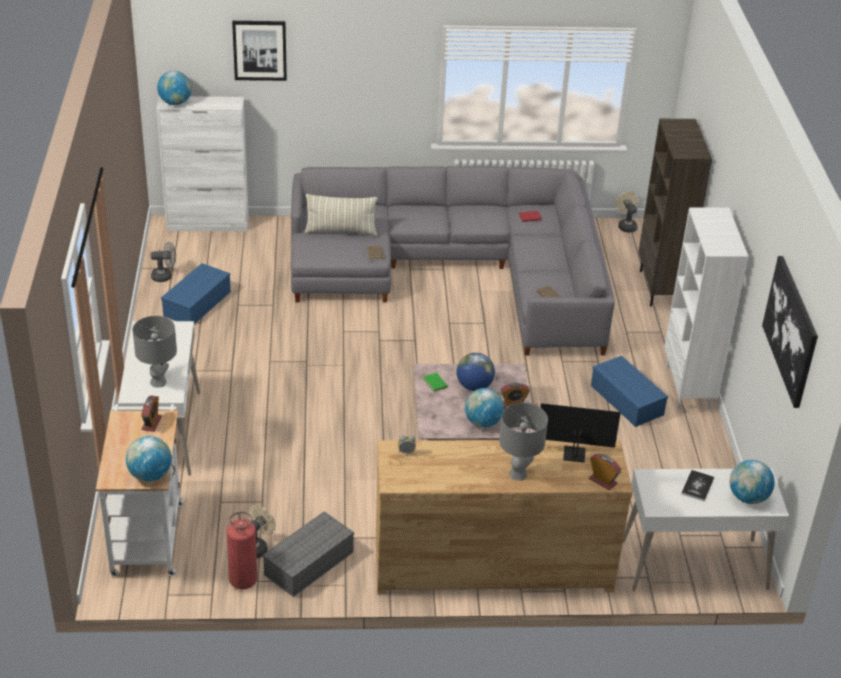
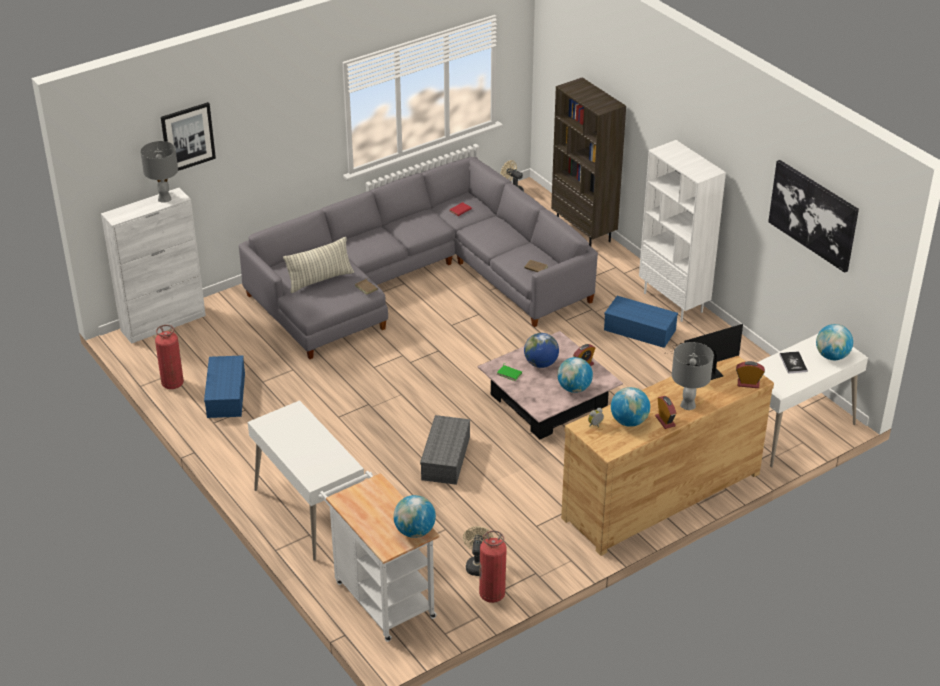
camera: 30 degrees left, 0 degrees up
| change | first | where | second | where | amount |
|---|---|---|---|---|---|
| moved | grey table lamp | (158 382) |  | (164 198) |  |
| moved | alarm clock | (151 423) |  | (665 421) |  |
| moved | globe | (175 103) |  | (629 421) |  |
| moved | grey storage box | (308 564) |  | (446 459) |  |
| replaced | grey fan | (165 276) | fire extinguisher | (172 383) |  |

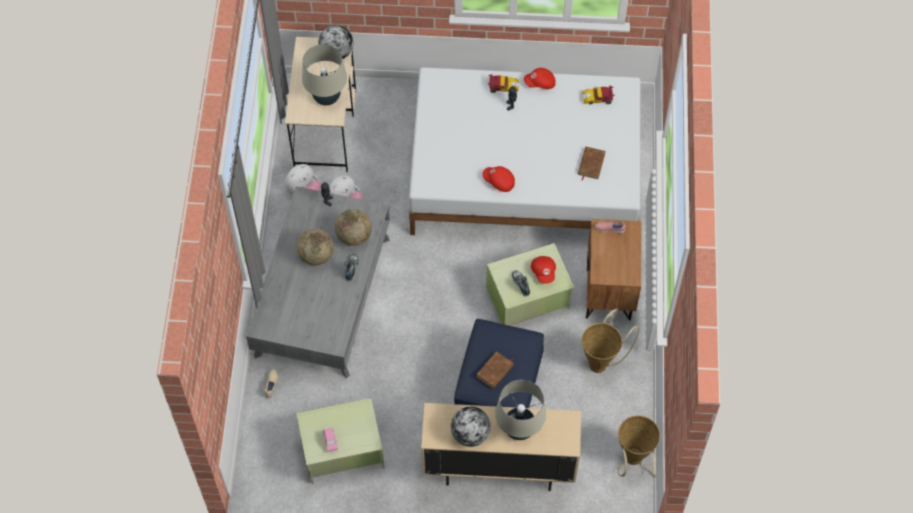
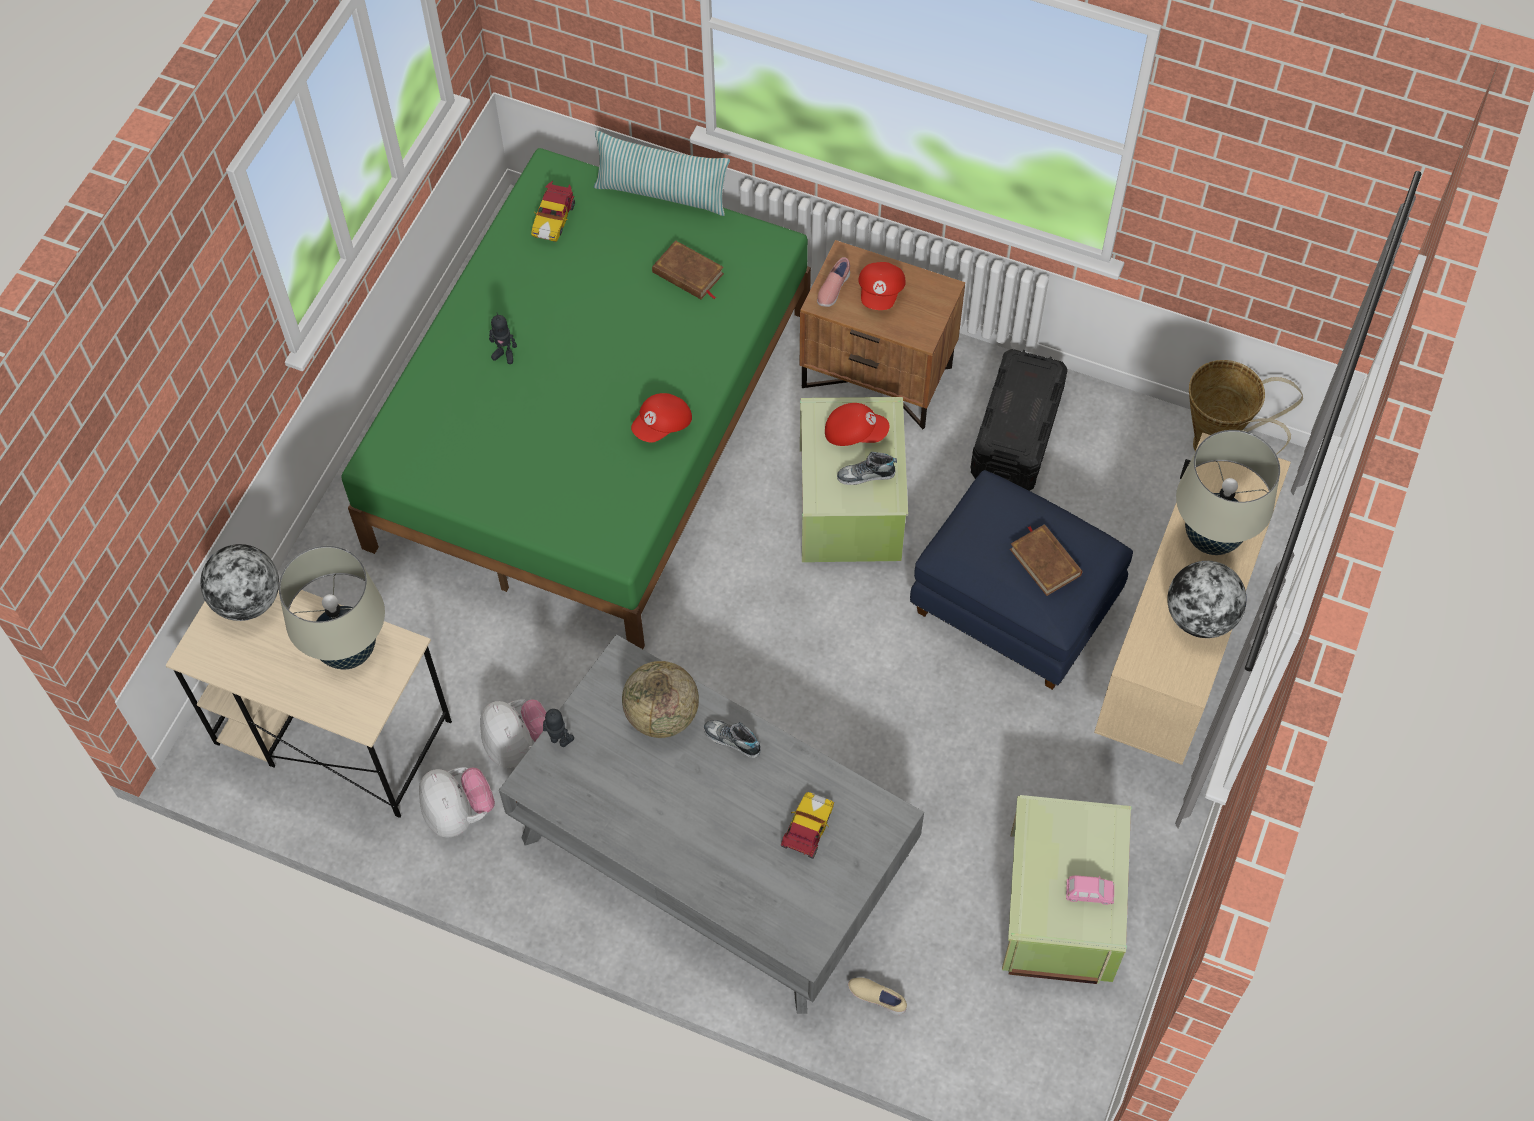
camera: 70 degrees left, 0 degrees up
| change | first | where | second | where | amount |
|---|---|---|---|---|---|
| removed | globe | (316 255) |  |  |  |
| added |  |  | pillow | (662 194) |  |
| moved | toy car | (502 87) |  | (807 831) |  |
| moved | red cap | (540 83) |  | (881 293) |  |
| replaced | basket | (601 362) | black storage box | (1016 434) |  |
| recoloured | white bed | (524 174) | green bed | (593 428) |  |

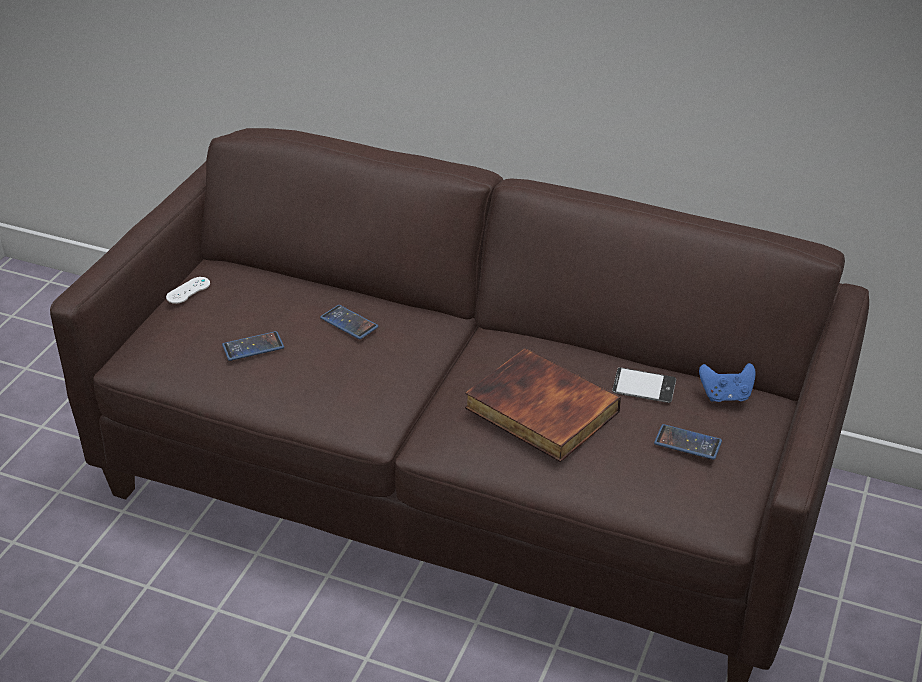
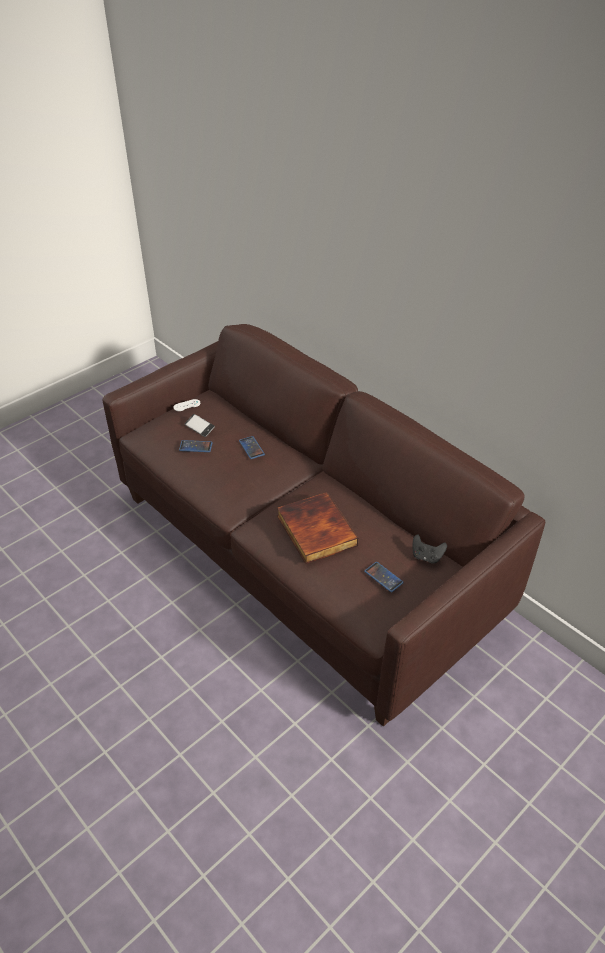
camera: 25 degrees right, 5 degrees up
| change | first | where | second | where | amount |
|---|---|---|---|---|---|
| moved | phone | (643 389) |  | (199 427) |  |
| recoloured | blue game controller | (725 396) | black game controller | (426 556) |  |

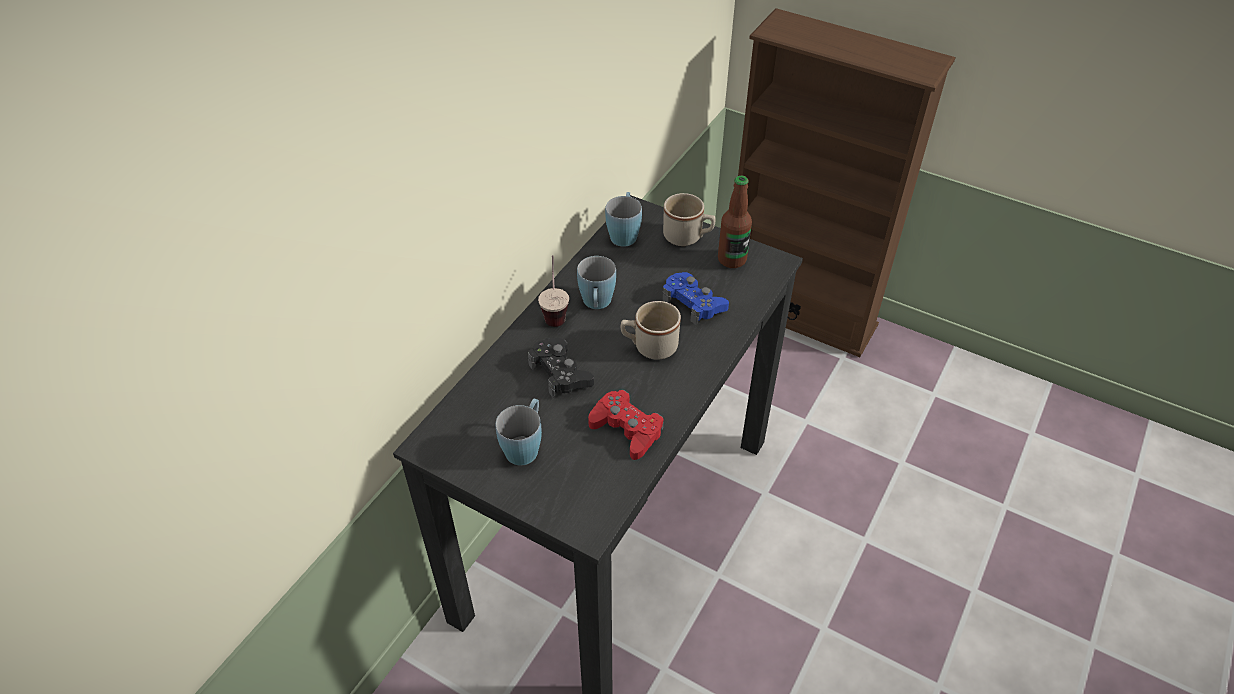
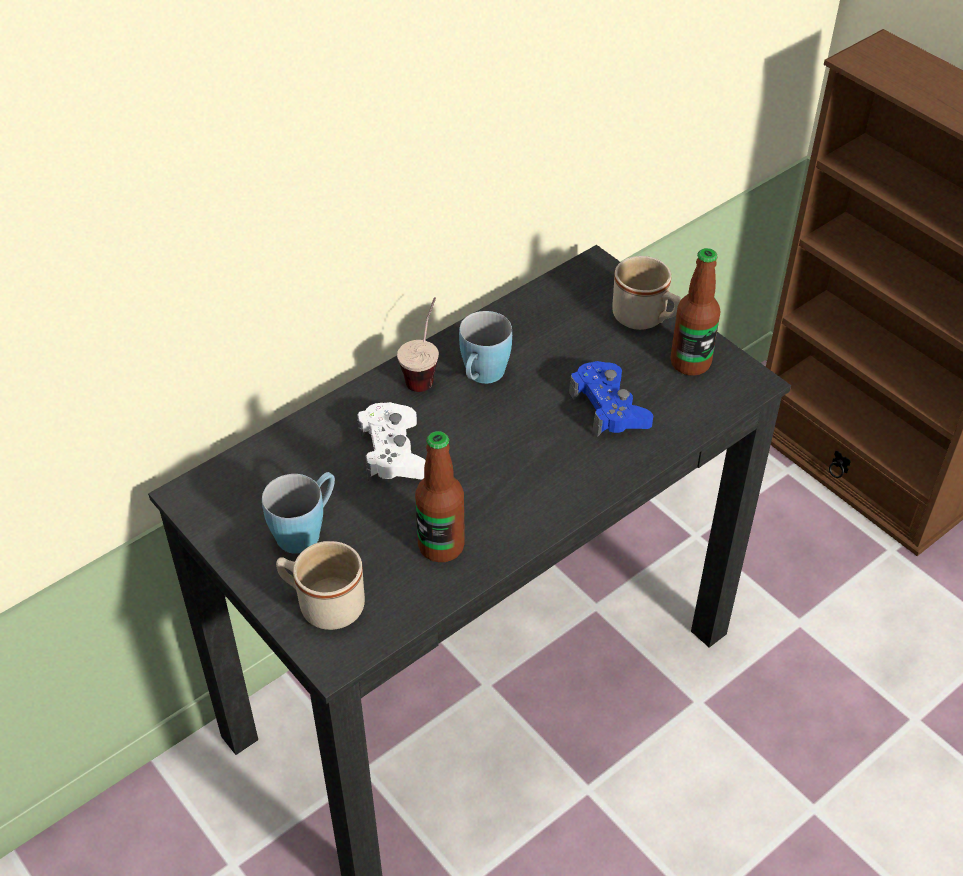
camera: 20 degrees right, 0 degrees up
| change | first | where | second | where | amount |
|---|---|---|---|---|---|
| removed | blue mug | (624 233) |  |  |  |
| moved | beige mug | (649 346) |  | (322 604) |  |
| replaced | red game controller | (627 429) | bottle | (441 546) |  |
| recoloured | black game controller | (560 373) | white game controller | (393 452) |  |

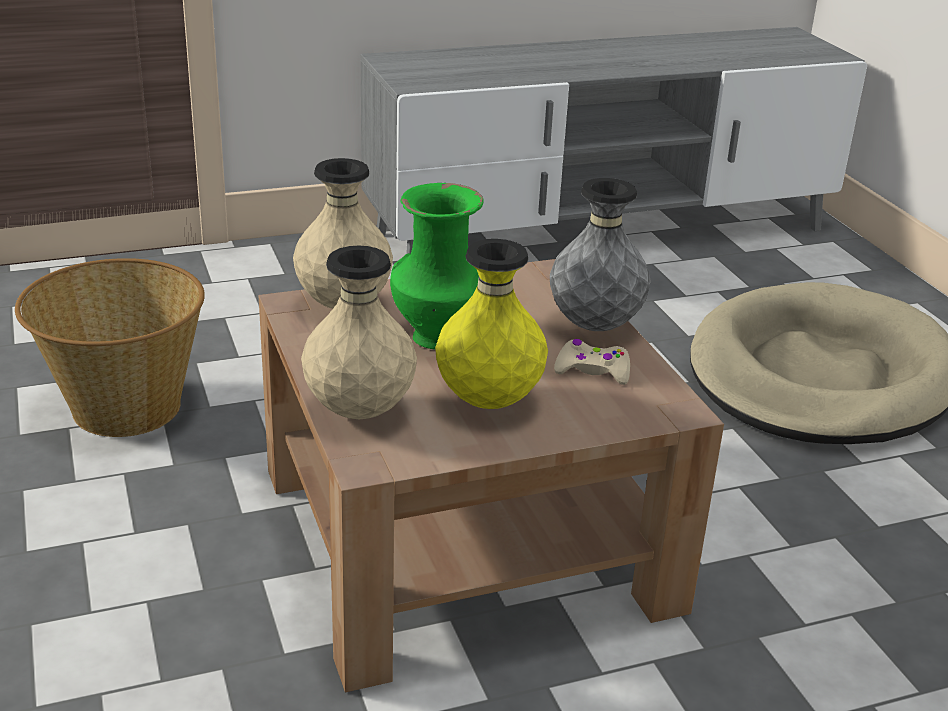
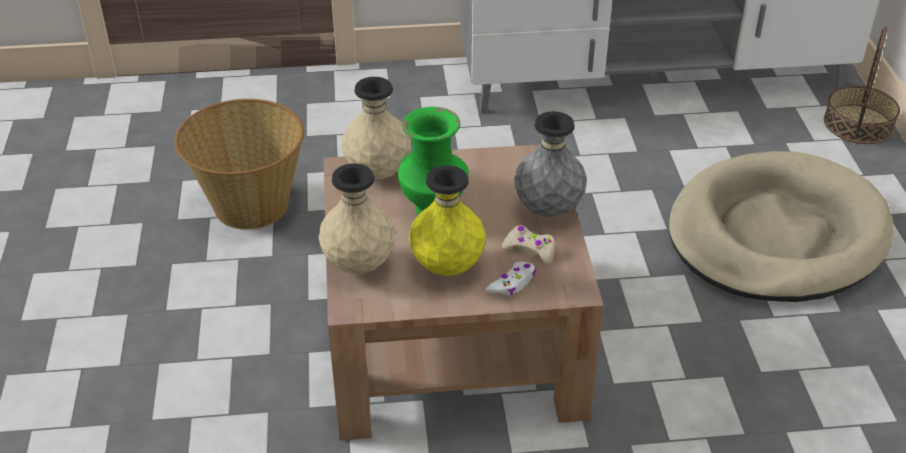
camera: 15 degrees right, 10 degrees up
| change | first | where | second | where | amount |
|---|---|---|---|---|---|
| added |  |  | white game controller | (512 284) |  |
| added |  |  | basket | (858 124) |  |

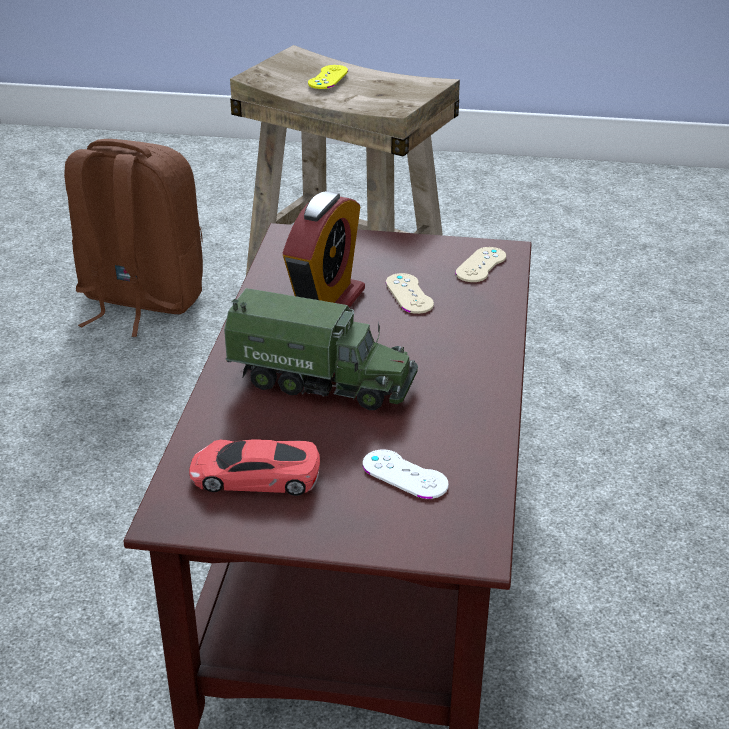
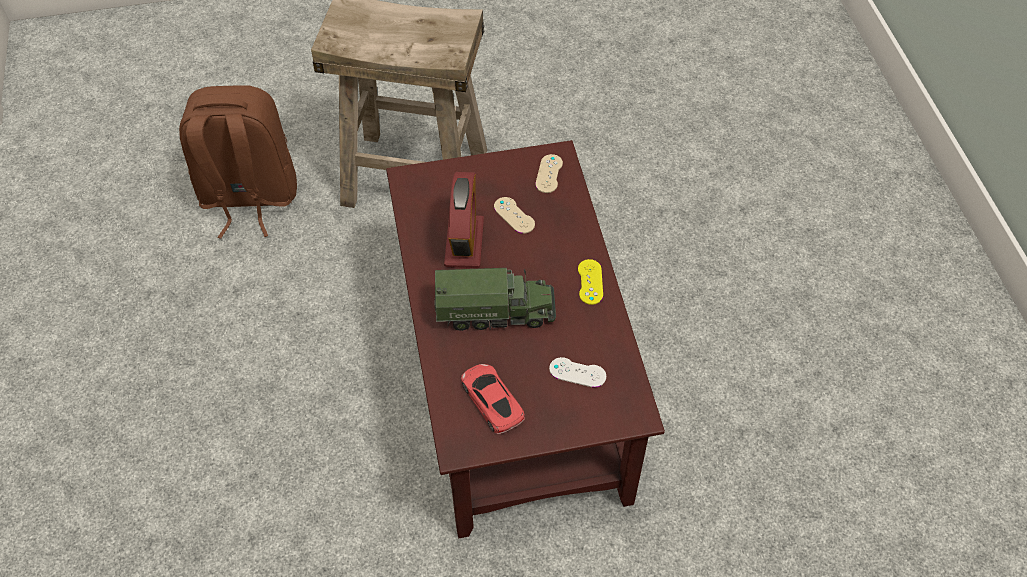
camera: 20 degrees left, 20 degrees up
| change | first | where | second | where | amount |
|---|---|---|---|---|---|
| moved | yellow game controller | (328 77) |  | (590 282) |  |
| turned | red toy car | (255 475) |  | (492 400) | 75 degrees clockwise |

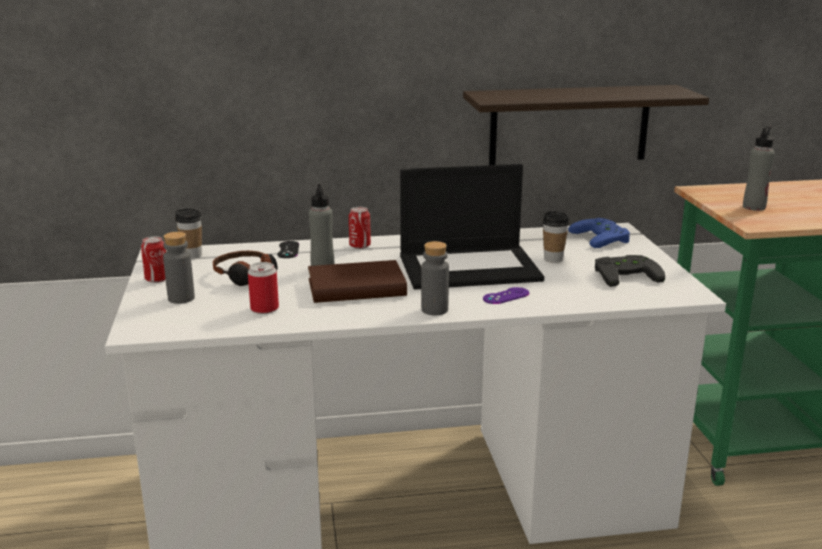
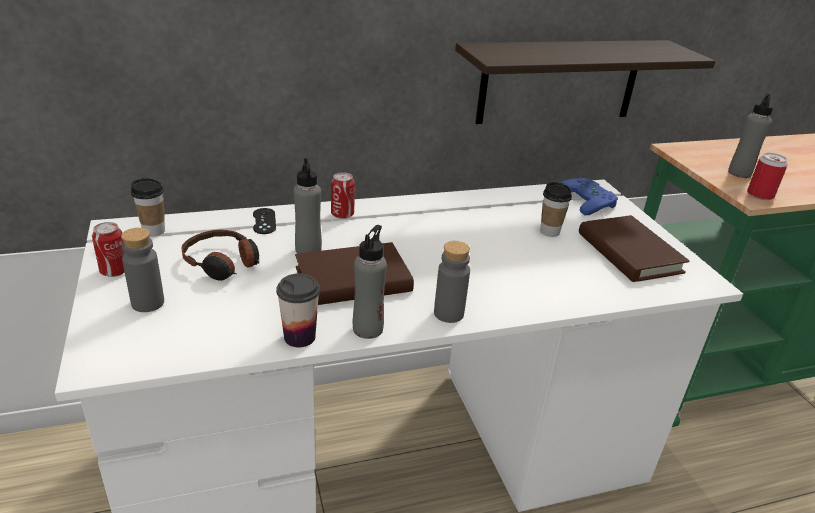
camera: 10 degrees left, 10 degrees up
| change | first | where | second | where | amount |
|---|---|---|---|---|---|
| removed | laptop | (470 267) |  |  |  |
| removed | purple game controller | (506 296) |  |  |  |
| added |  |  | cup | (299 337) |  |
| added |  |  | grey bottle | (368 329) |  |
| moved | can | (264 309) |  | (760 195) |  |
| replaced | black game controller | (625 274) | brown book | (629 253) |  |

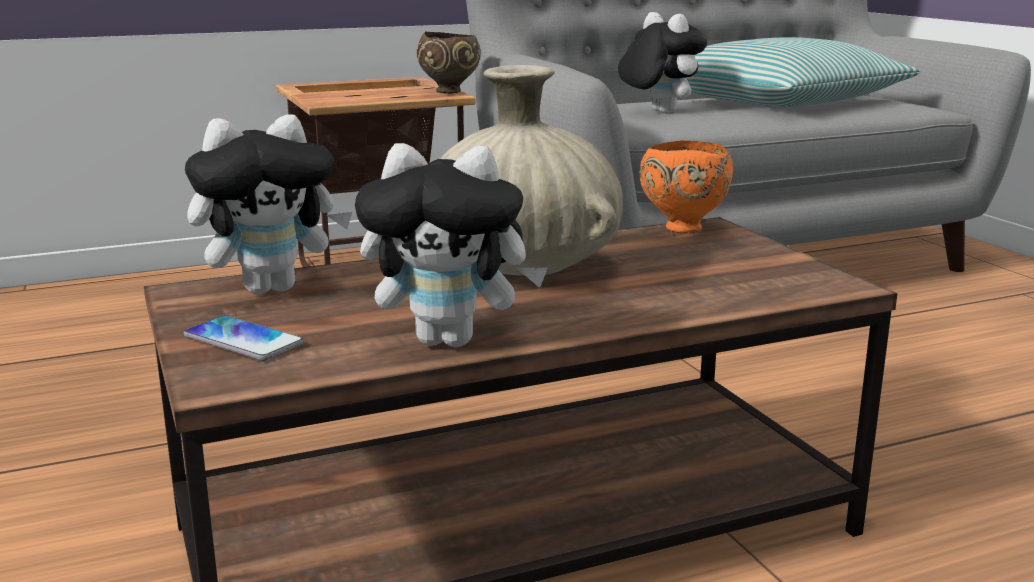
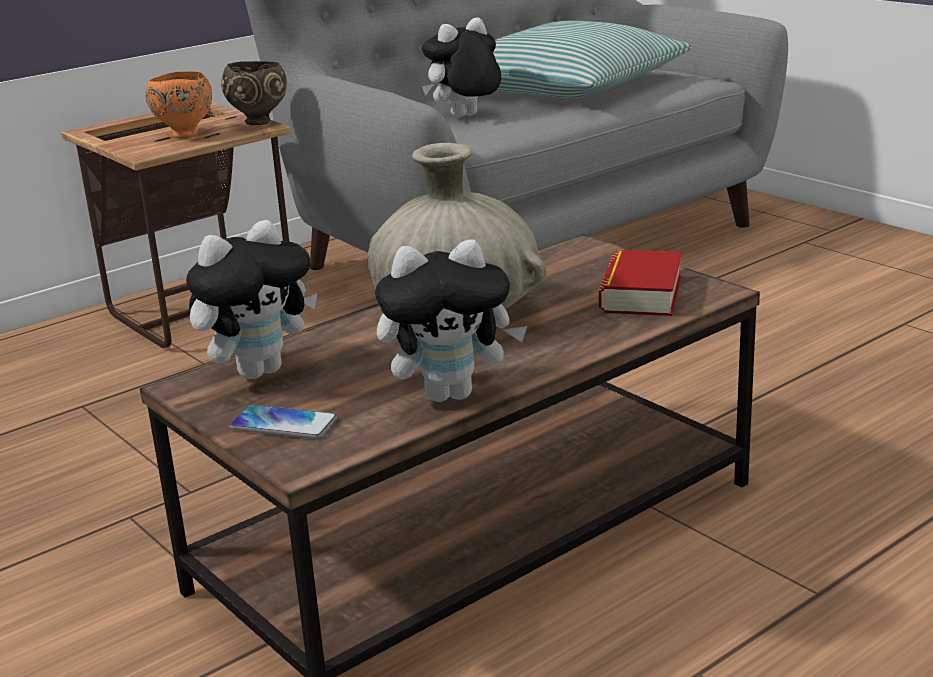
camera: 15 degrees left, 5 degrees up
| change | first | where | second | where | amount |
|---|---|---|---|---|---|
| added |  |  | book | (641 294) |  |
| moved | orange bowl | (682 228) |  | (184 134) |  |
| turned | plush toy | (658 113) |  | (465 117) | 75 degrees counterclockwise |

